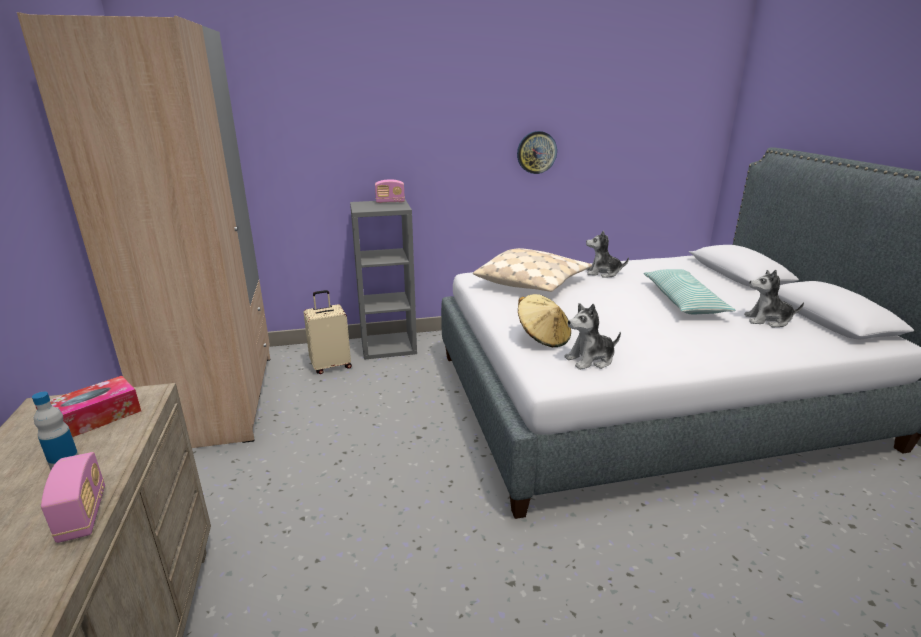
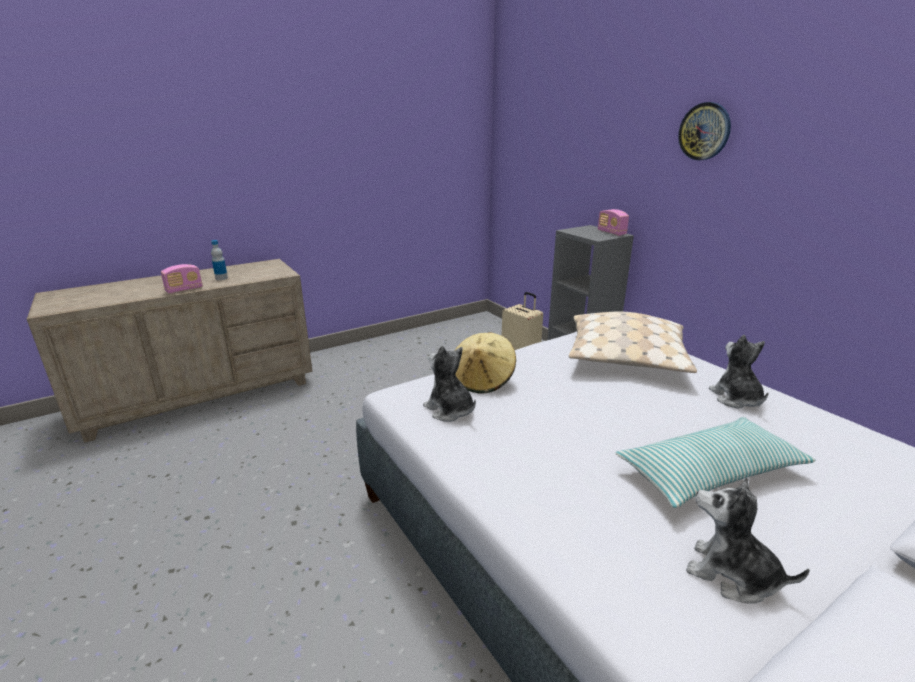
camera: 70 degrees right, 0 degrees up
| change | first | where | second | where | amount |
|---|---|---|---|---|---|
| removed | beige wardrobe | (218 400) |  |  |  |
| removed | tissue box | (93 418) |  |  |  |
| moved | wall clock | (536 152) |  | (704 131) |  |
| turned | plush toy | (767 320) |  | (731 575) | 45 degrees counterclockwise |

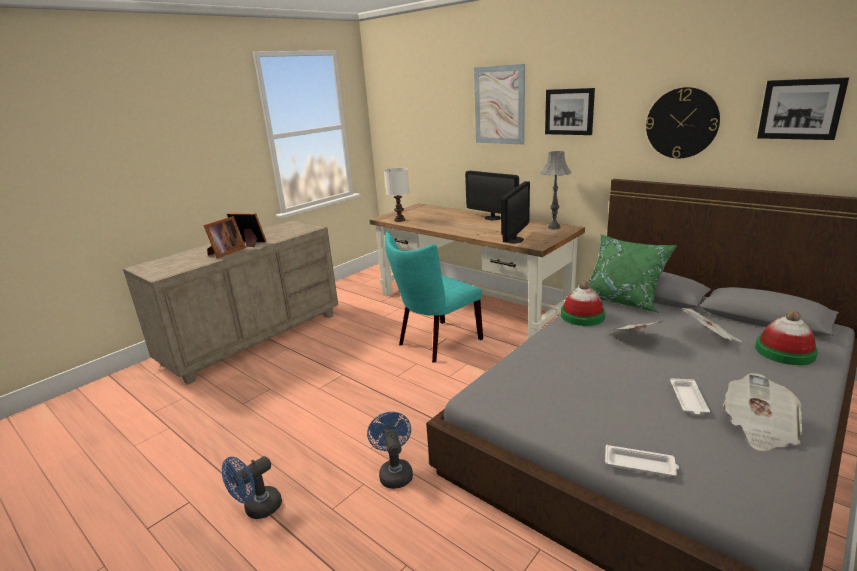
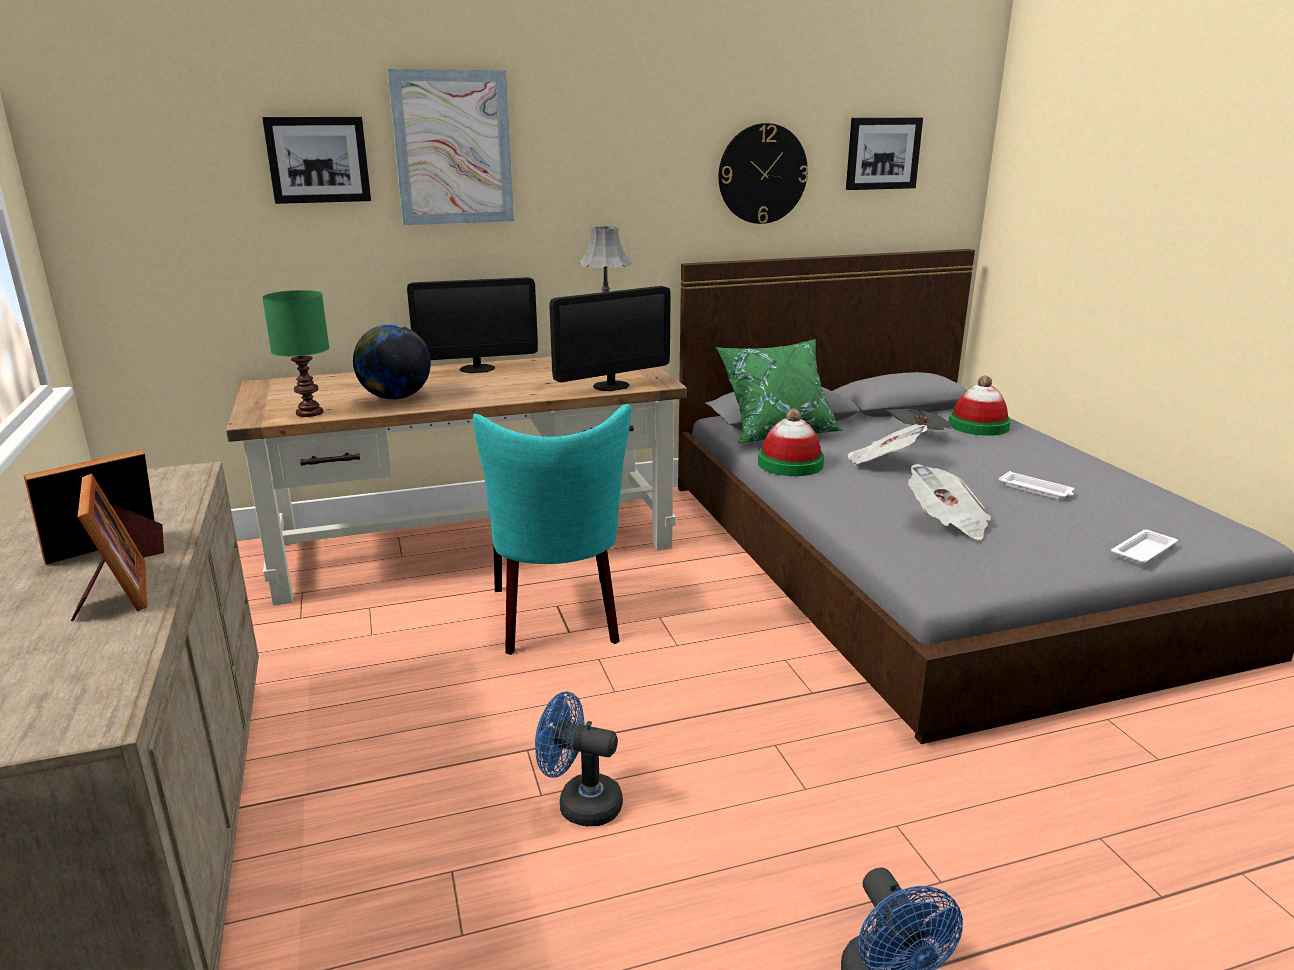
camera: 60 degrees left, 0 degrees up
| change | first | where | second | where | amount |
|---|---|---|---|---|---|
| added |  |  | globe | (395 397) |  |
| moved | blue fan | (394 472) |  | (580 803) |  |
| moved | picture | (569 111) |  | (318 160) |  |
| moved | newspaper | (759 428) |  | (947 523) |  |
| recoloured | white table lamp | (400 220) | green table lamp | (310 413) |  |
| turned | monitor | (514 240) |  | (611 386) | 90 degrees clockwise |

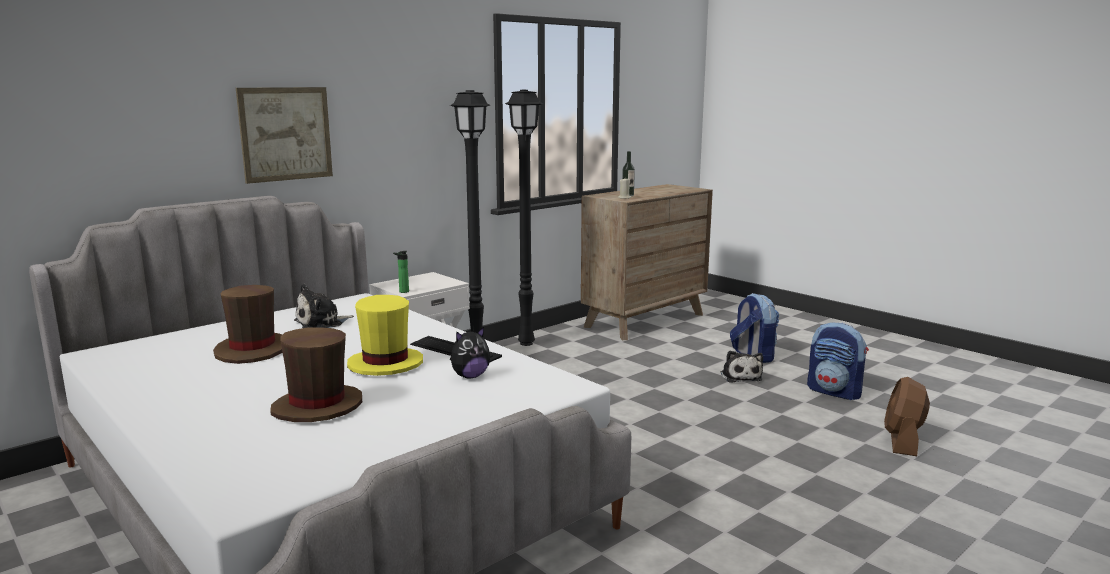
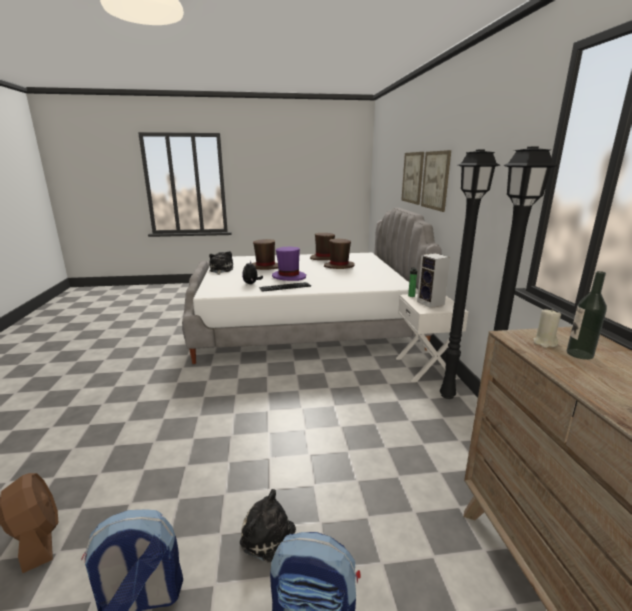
camera: 125 degrees right, 5 degrees up
| change | first | where | second | where | amount |
|---|---|---|---|---|---|
| added |  |  | brown hat | (324 258) |  |
| added |  |  | picture | (412 177) |  |
| added |  |  | speaker | (431 303) |  |
| moved | plush toy | (322 323) |  | (220 270) |  |
| recoloured | yellow hat | (385 364) | purple hat | (289 277) |  |

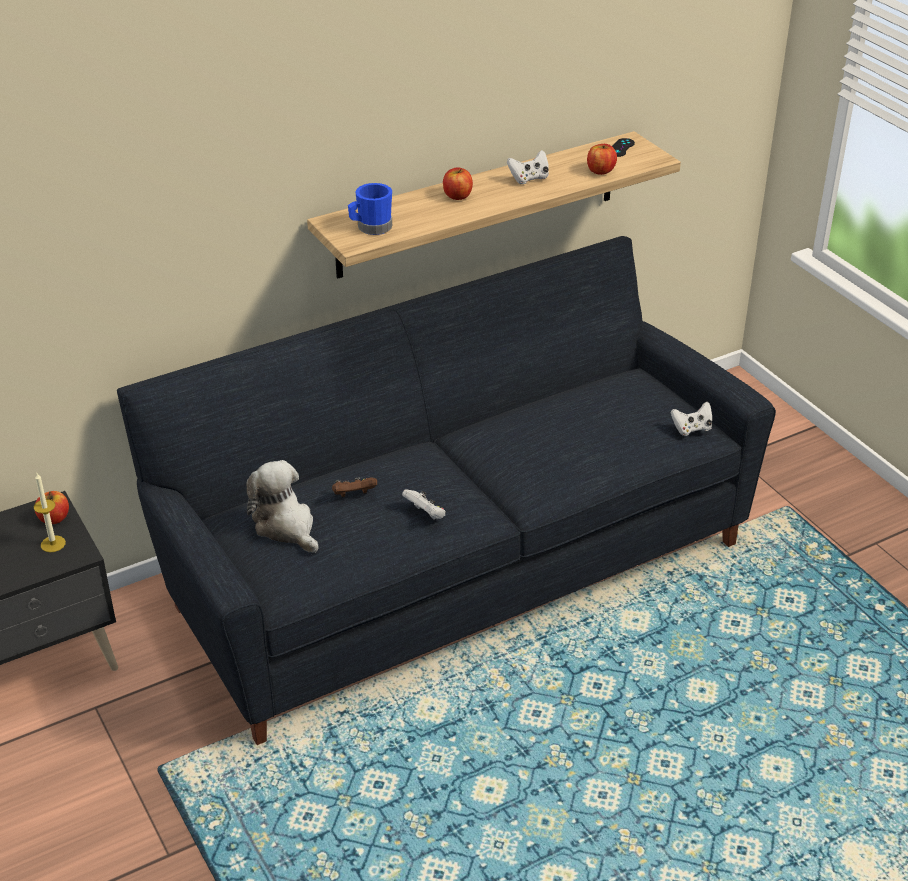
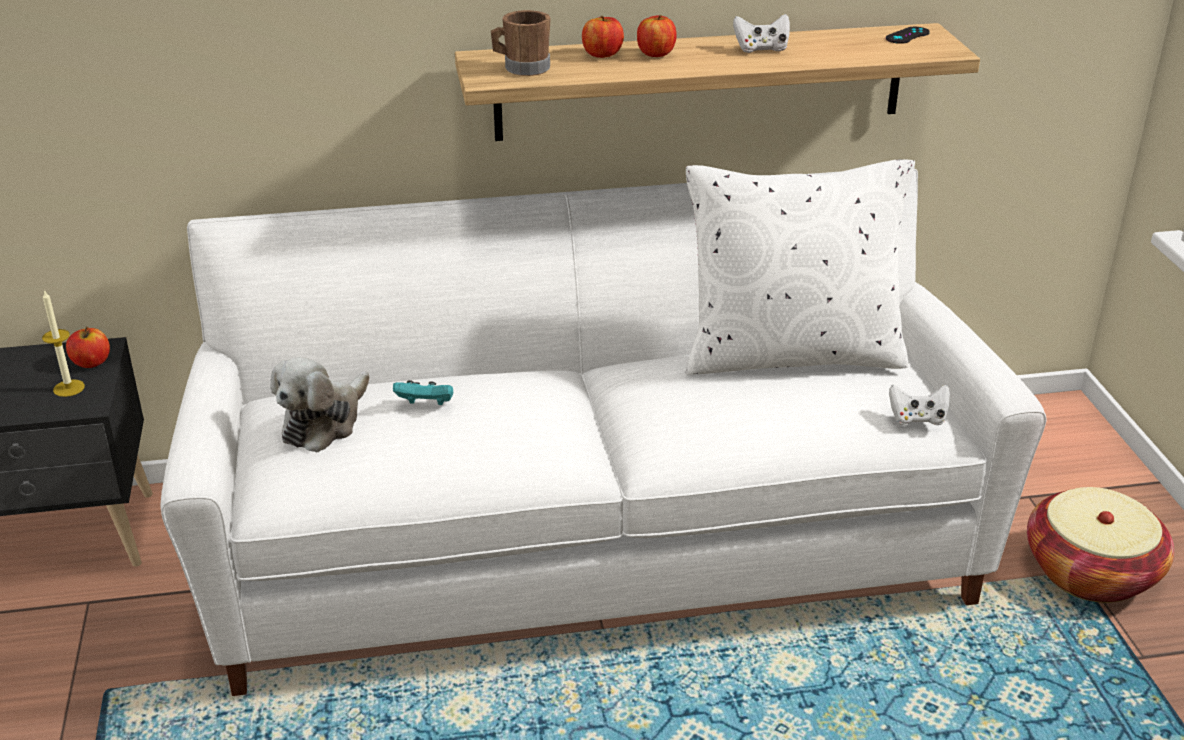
camera: 20 degrees right, 5 degrees down
| change | first | where | second | where | amount |
|---|---|---|---|---|---|
| removed | white game controller | (425 514) |  |  |  |
| added |  |  | white pillow | (791 353) |  |
| added |  |  | basket | (1090 572) |  |
| moved | apple | (600 171) |  | (602 54) |  |
| recoloured | black sofa | (454 565) | white sofa | (592 544) |  |
| recoloured | brown game controller | (354 495) | turquoise game controller | (426 405) |  |
| recoloured | blue mug | (371 228) | brown mug | (522 68) |  |
| turned | plush toy | (286 526) |  | (324 422) | 135 degrees counterclockwise |

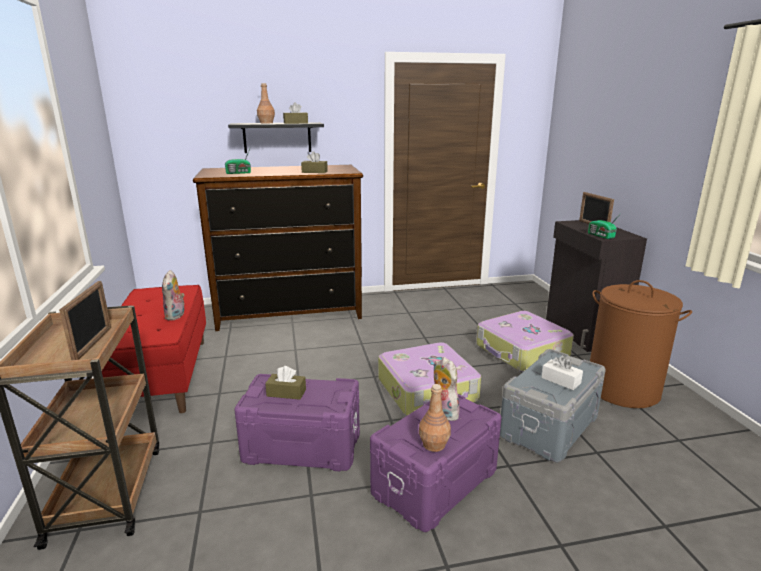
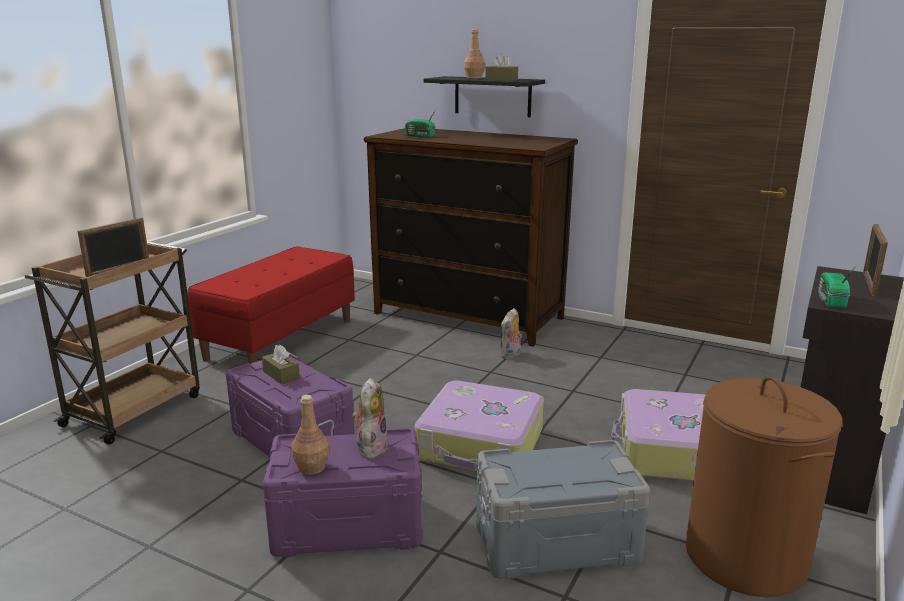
camera: 40 degrees right, 0 degrees up
| change | first | where | second | where | amount |
|---|---|---|---|---|---|
| removed | brown tissue box | (314 172) |  |  |  |
| removed | white tissue box | (561 380) |  |  |  |
| moved | plush toy | (176 316) |  | (511 355) |  |

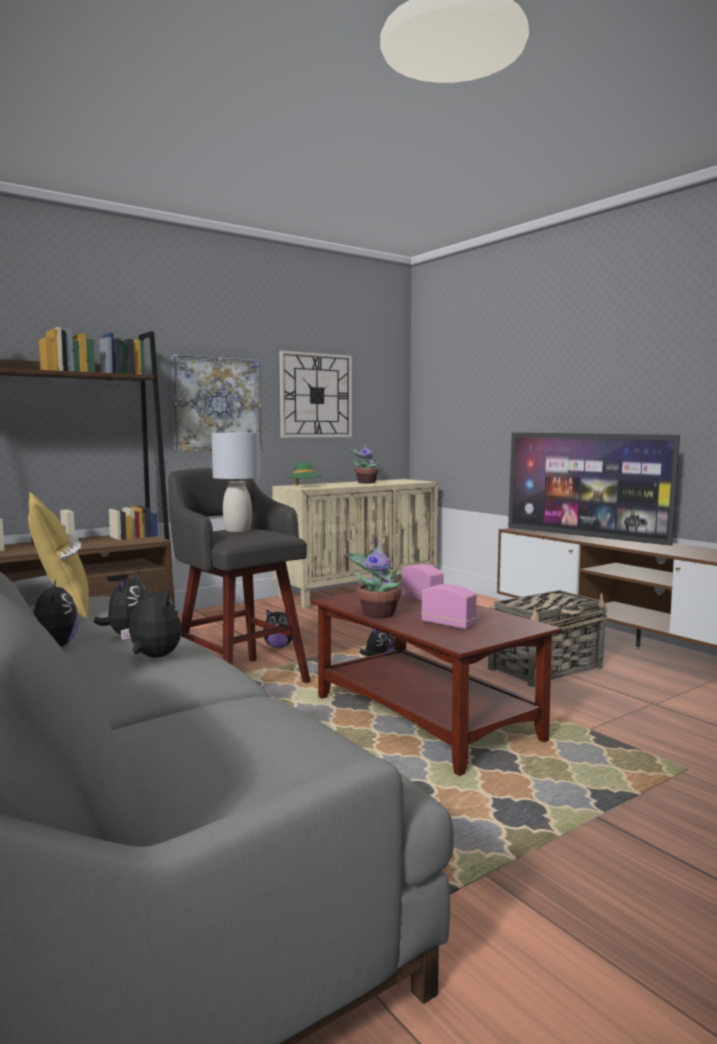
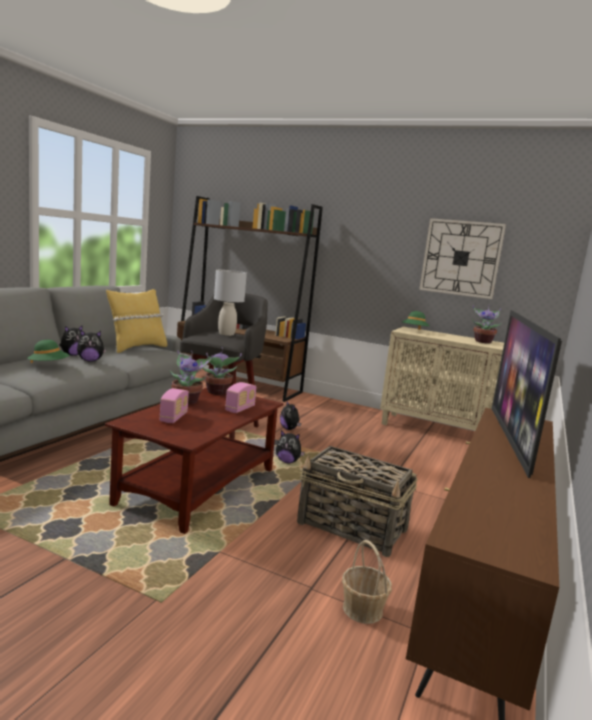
camera: 60 degrees right, 5 degrees up
| change | first | where | second | where | amount |
|---|---|---|---|---|---|
| removed | picture | (217 404) |  |  |  |
| added |  |  | potted plant | (217 392) |  |
| added |  |  | basket | (362 609) |  |
| replaced | plush toy | (153 657) | green hat | (48 366) |  |

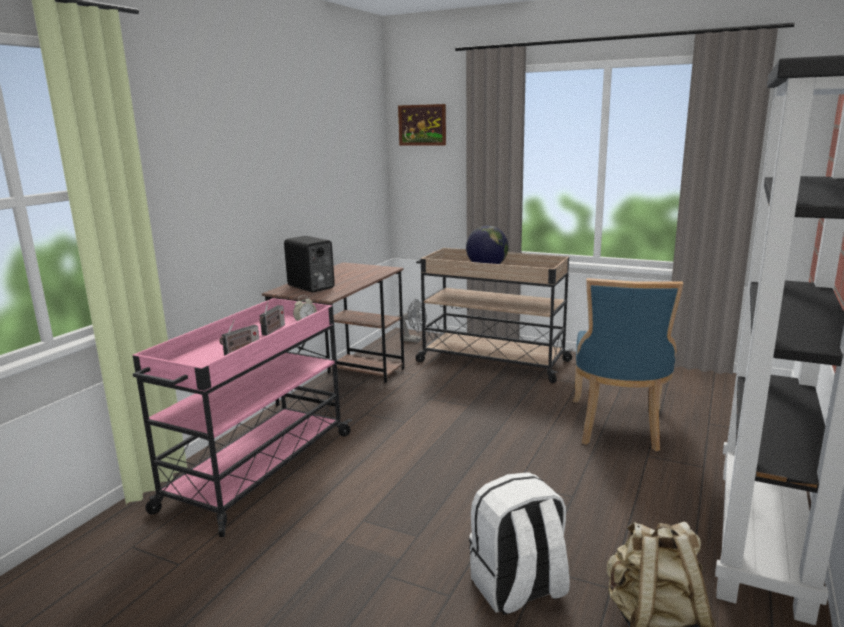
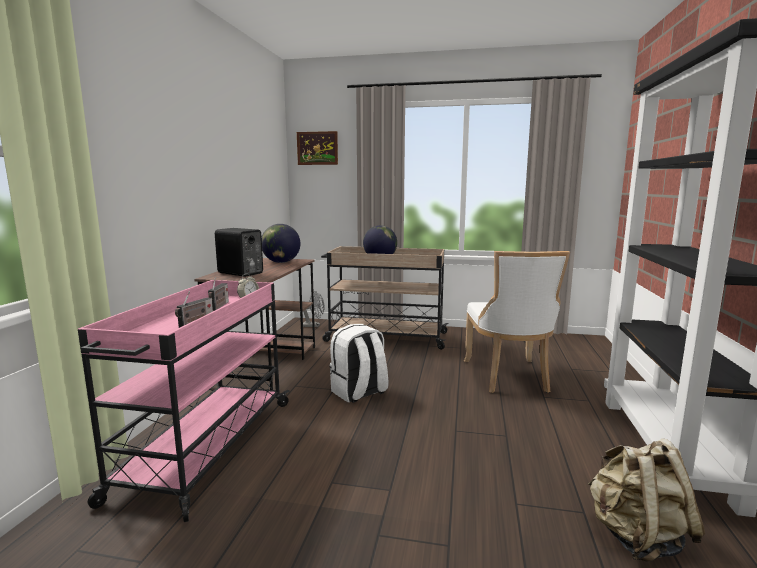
camera: 15 degrees left, 5 degrees down
| change | first | where | second | where | amount |
|---|---|---|---|---|---|
| added |  |  | globe | (281 262) |  |
| moved | white backpack | (518 589) |  | (359 392) |  |
| recoloured | blue chair | (617 426) | white chair | (508 377) |  |

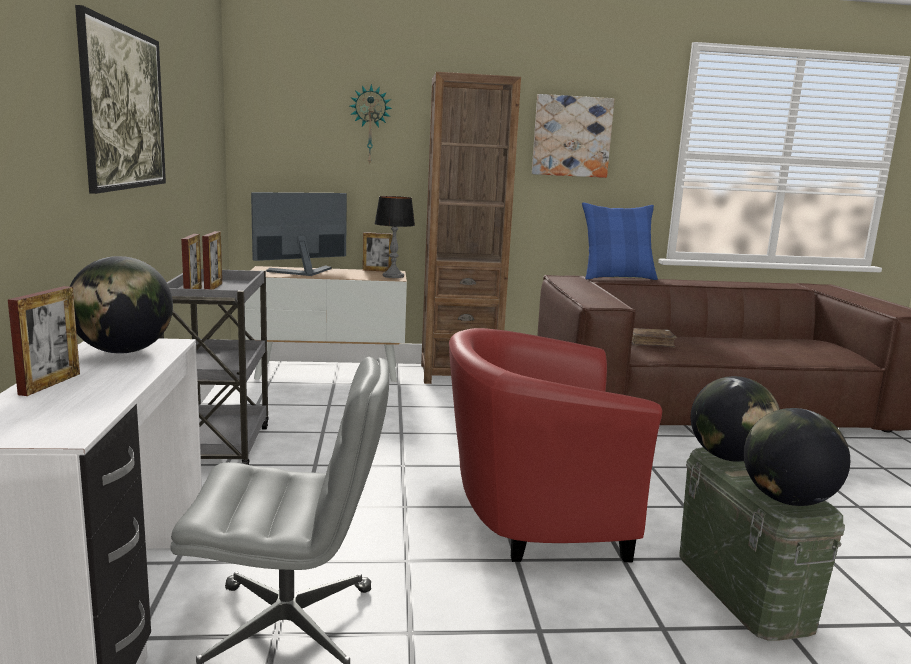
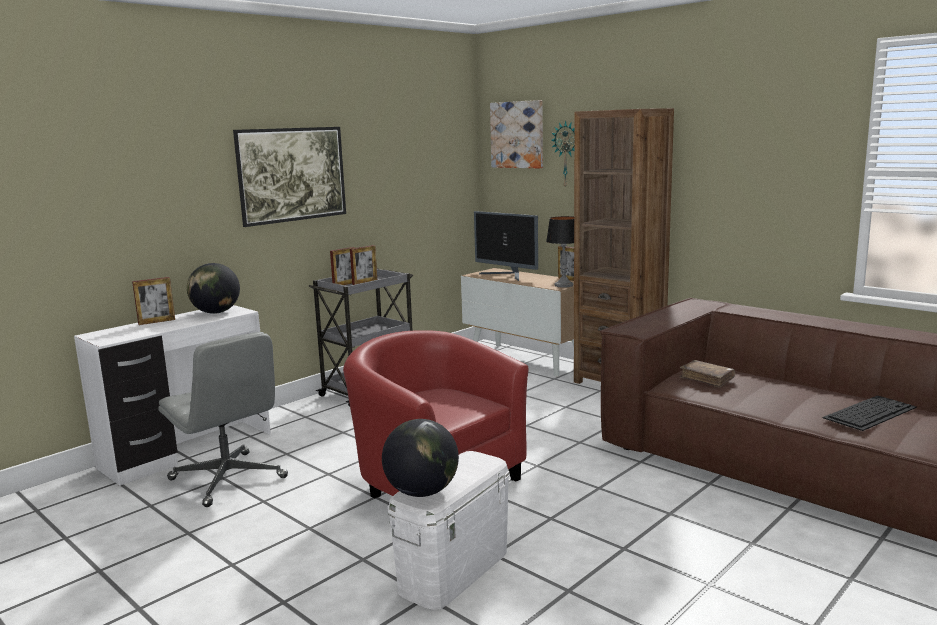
camera: 50 degrees right, 0 degrees up
| change | first | where | second | where | amount |
|---|---|---|---|---|---|
| removed | blue pillow | (617 277) |  |  |  |
| removed | globe | (729 457) |  |  |  |
| added |  |  | keyboard | (870 412) |  |
| moved | picture | (571 136) |  | (517 134) |  |
| recoloured | green storage box | (741 589) | white storage box | (454 570) |  |
| turned | monitor | (302 272) |  | (507 276) | 150 degrees counterclockwise |

